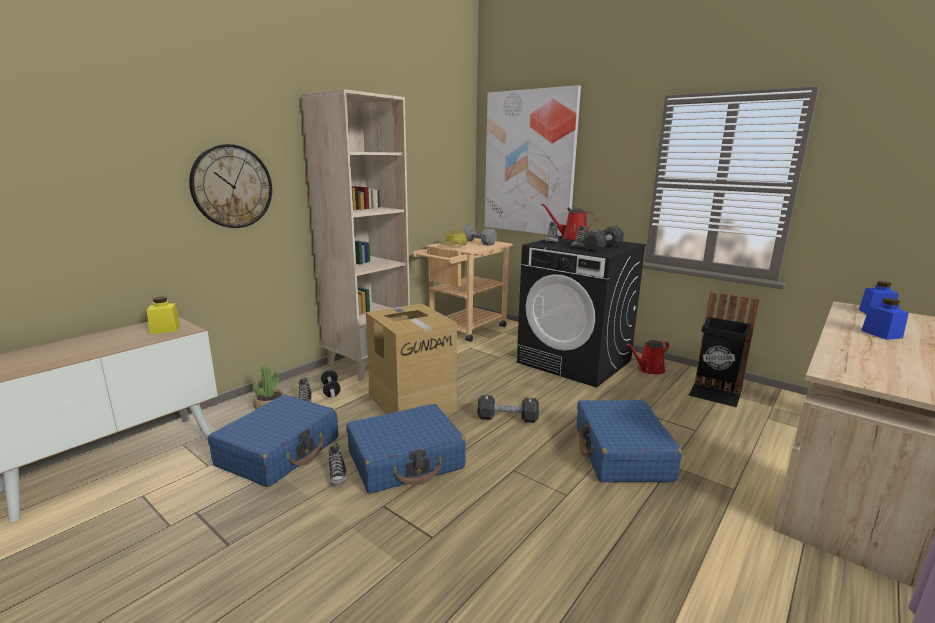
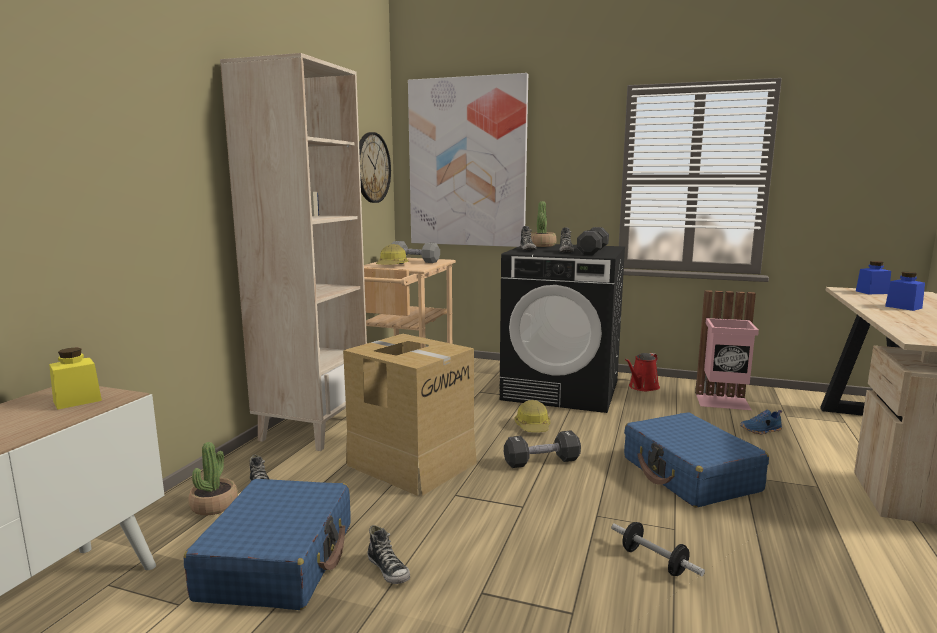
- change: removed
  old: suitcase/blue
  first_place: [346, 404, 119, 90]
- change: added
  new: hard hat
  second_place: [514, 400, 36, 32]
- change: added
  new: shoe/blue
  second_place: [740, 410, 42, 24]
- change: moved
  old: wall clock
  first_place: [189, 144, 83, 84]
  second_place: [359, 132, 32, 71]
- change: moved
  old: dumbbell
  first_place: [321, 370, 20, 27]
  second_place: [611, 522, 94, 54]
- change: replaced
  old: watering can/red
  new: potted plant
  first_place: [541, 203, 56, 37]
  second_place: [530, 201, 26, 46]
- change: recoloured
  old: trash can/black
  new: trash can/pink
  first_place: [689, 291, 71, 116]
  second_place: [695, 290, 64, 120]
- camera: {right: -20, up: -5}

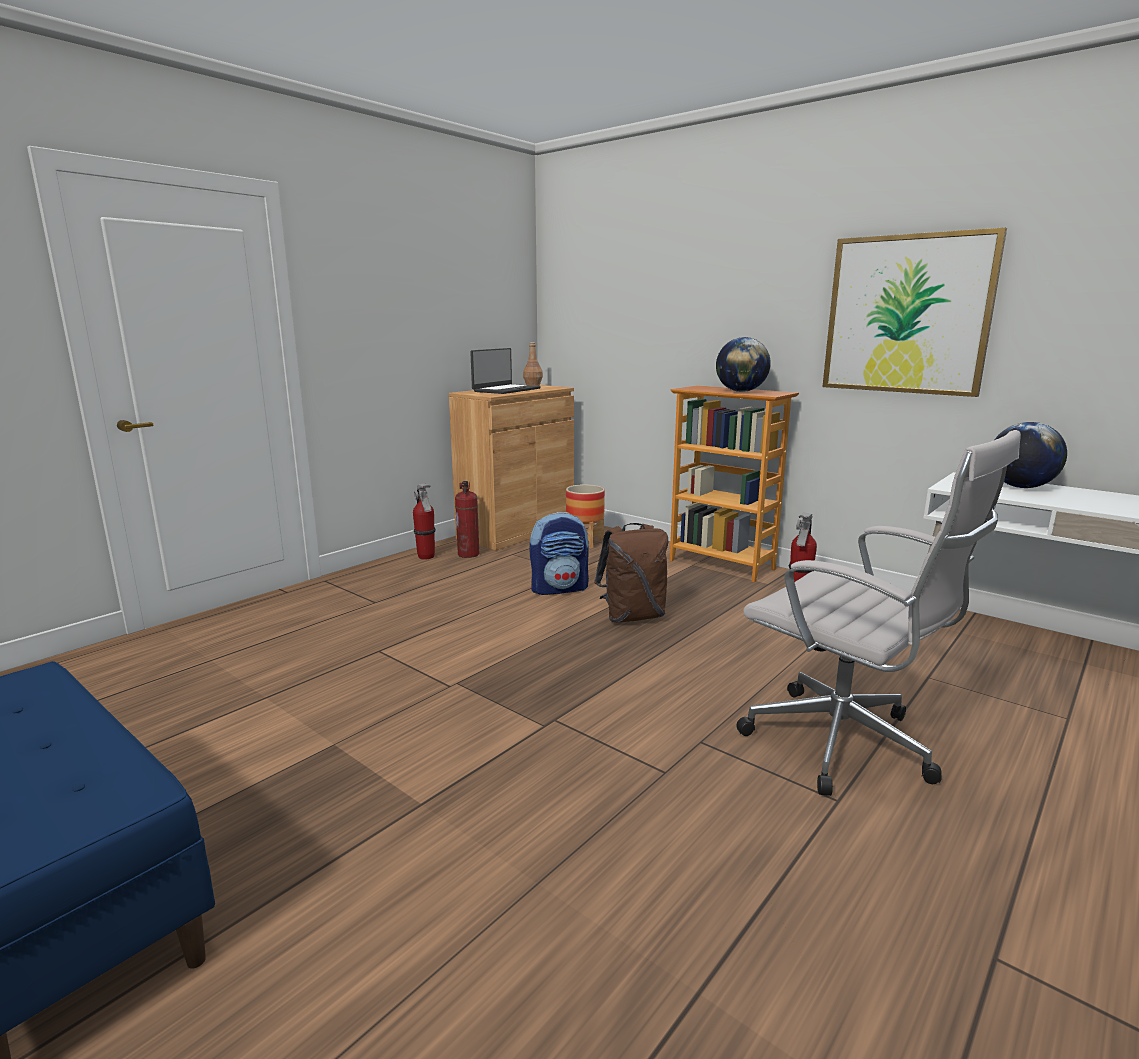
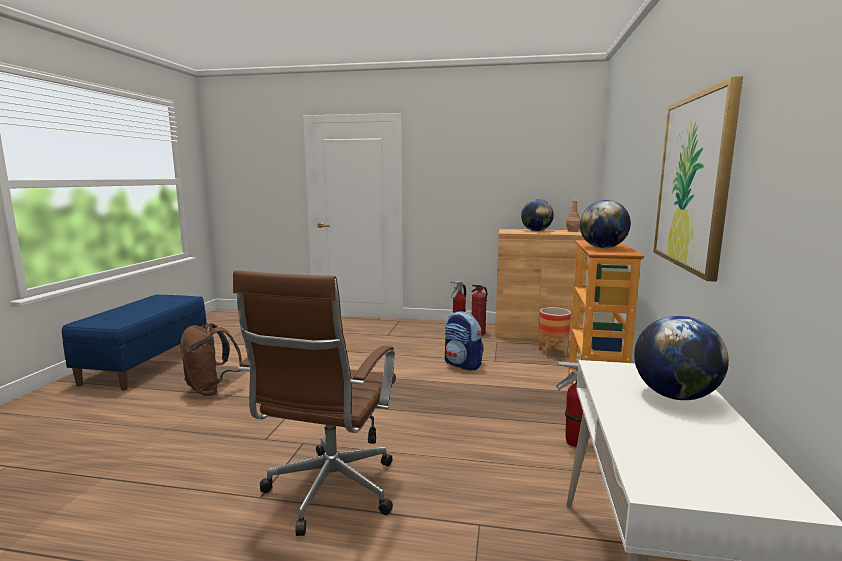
- change: moved
  old: backpack/brown
  first_place: [594, 523, 74, 99]
  second_place: [180, 323, 63, 73]
- change: replaced
  old: laptop
  new: globe
  first_place: [470, 348, 71, 46]
  second_place: [521, 199, 33, 32]
- change: recoloured
  old: office chair/white
  new: office chair/brown
  first_place: [736, 430, 285, 366]
  second_place: [233, 270, 163, 266]
- camera: {right: 60, up: -5}

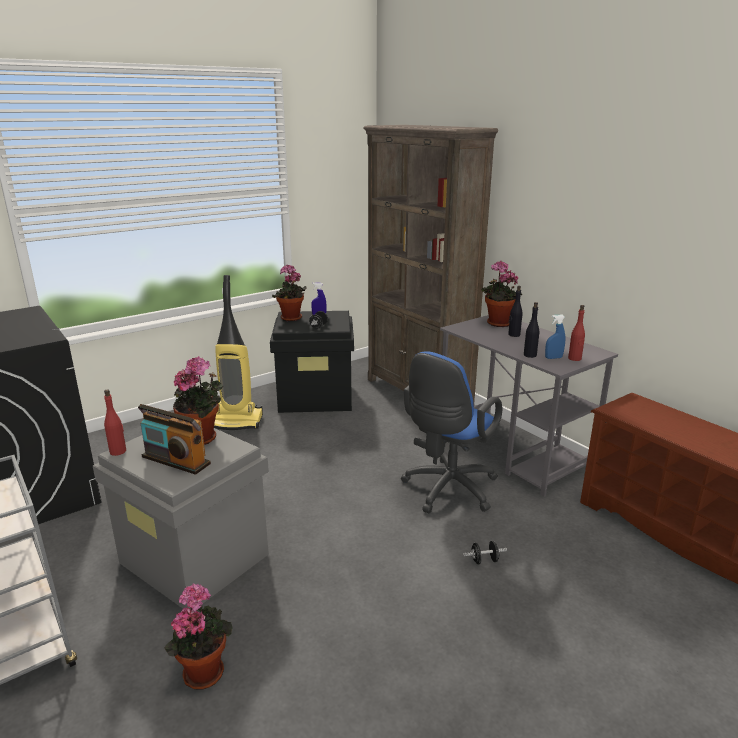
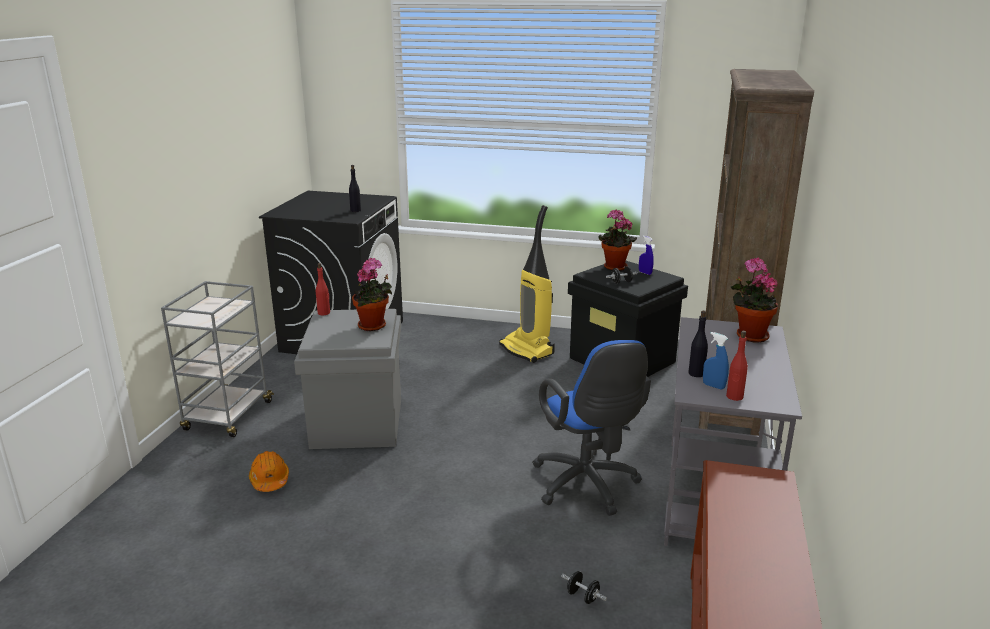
- change: removed
  old: radio
  first_place: [138, 404, 73, 71]
- change: moved
  old: dumbbell/black
  first_place: [463, 541, 44, 23]
  second_place: [561, 571, 46, 33]
- change: moved
  old: bottle/black
  first_place: [508, 286, 15, 51]
  second_place: [349, 165, 12, 47]
- change: replaced
  old: potted plant
  new: hard hat/orange
  first_place: [164, 584, 69, 106]
  second_place: [249, 451, 40, 41]
- change: turned
  old: office chair/blue
  first_place: [401, 351, 101, 162]
  second_place: [532, 340, 119, 176]
  degrees: -105
- camera: {right: 50, up: 0}

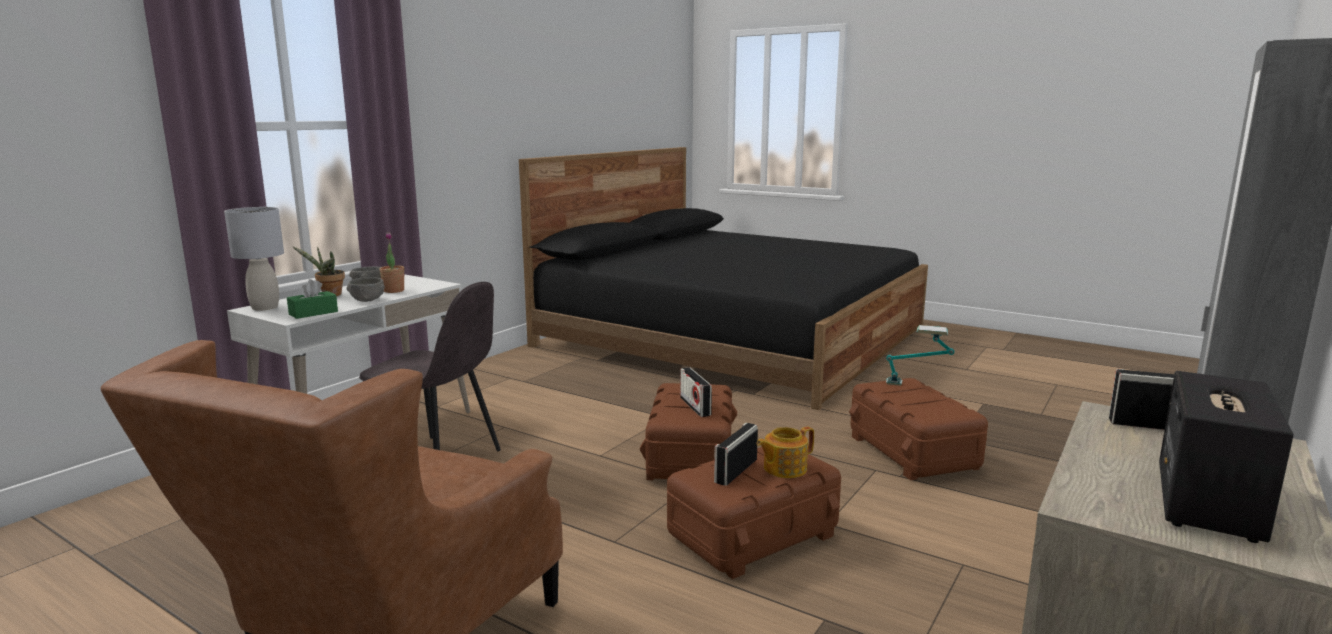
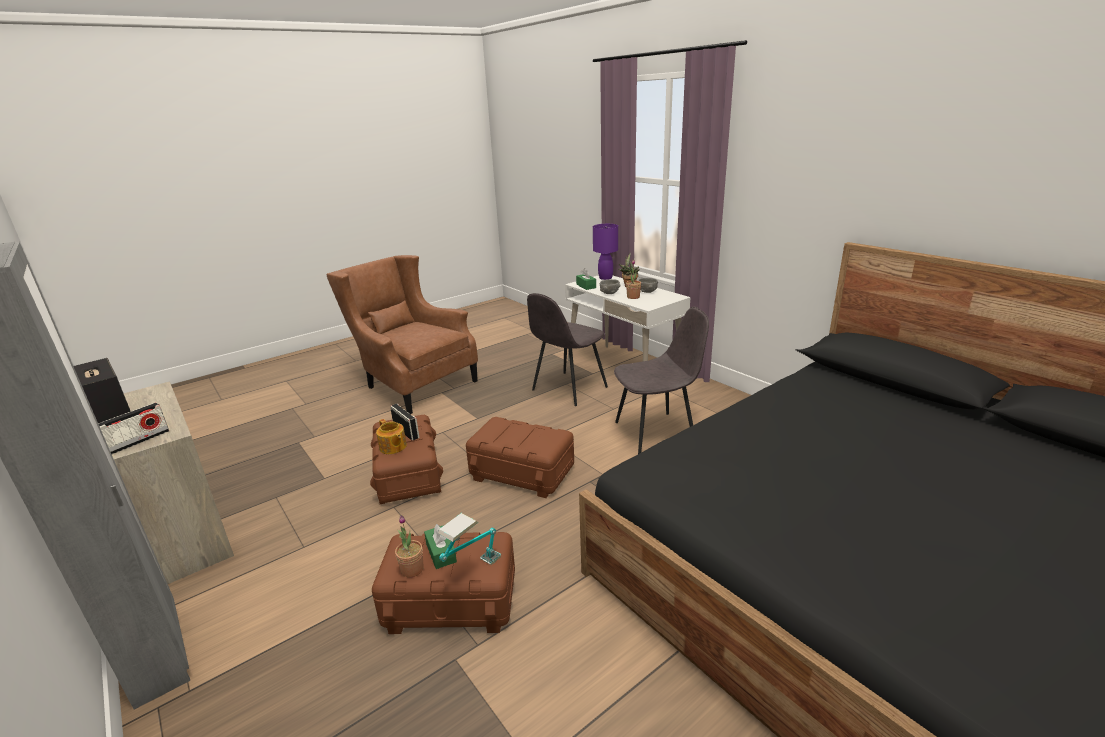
- change: removed
  old: radio
  first_place: [680, 367, 32, 50]
- change: added
  new: potted plant
  second_place: [395, 515, 29, 63]
- change: added
  new: tissue box/green
  second_place: [424, 524, 33, 45]
- change: added
  new: chair/grey
  second_place: [614, 307, 95, 147]
- change: recoloured
  old: table lamp/grey
  new: table lamp/purple
  first_place: [224, 207, 60, 104]
  second_place: [593, 224, 25, 56]
- change: turned
  old: teapot
  first_place: [757, 427, 57, 51]
  second_place: [376, 419, 31, 35]
  degrees: 150
- camera: {right: 110, up: 10}

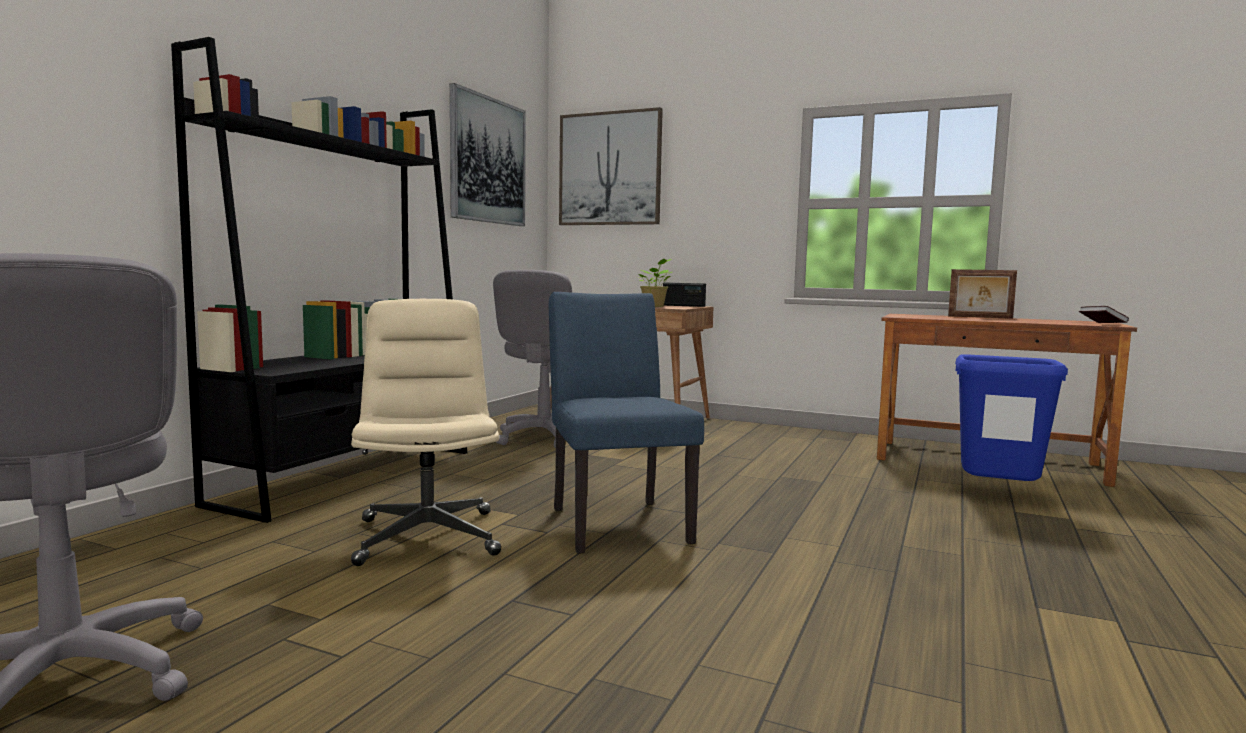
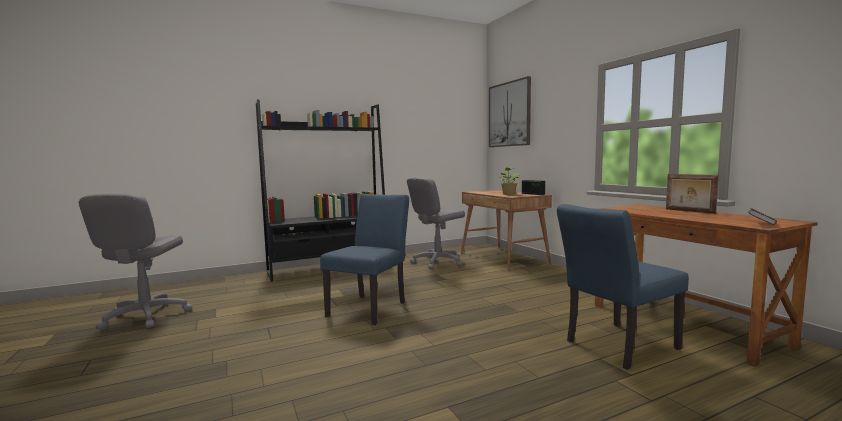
- change: removed
  old: office chair/beige
  first_place: [351, 299, 150, 267]
- change: removed
  old: picture
  first_place: [450, 83, 75, 143]
- change: replaced
  old: trash can/blue
  new: chair/blue
  first_place: [955, 354, 113, 127]
  second_place: [557, 204, 132, 166]
- camera: {right: 40, up: 0}

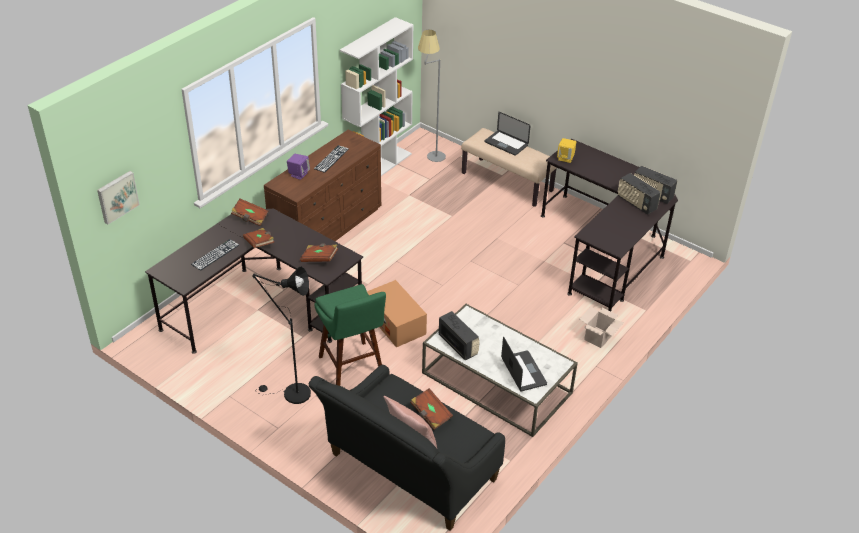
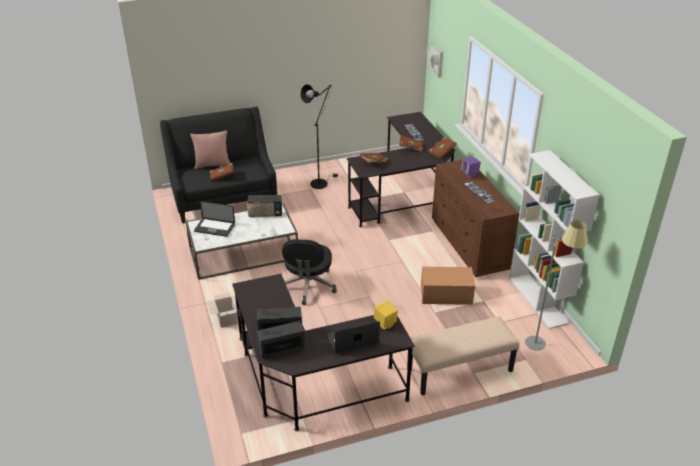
- change: removed
  old: stool/green
  first_place: [314, 284, 72, 102]
- change: added
  new: office chair/black
  second_place: [282, 239, 55, 66]
- change: moved
  old: cardboard box
  first_place: [367, 280, 60, 67]
  second_place: [421, 267, 54, 38]
- change: moved
  old: laptop
  first_place: [485, 112, 46, 44]
  second_place: [327, 321, 53, 32]
- camera: {right: 125, up: -5}

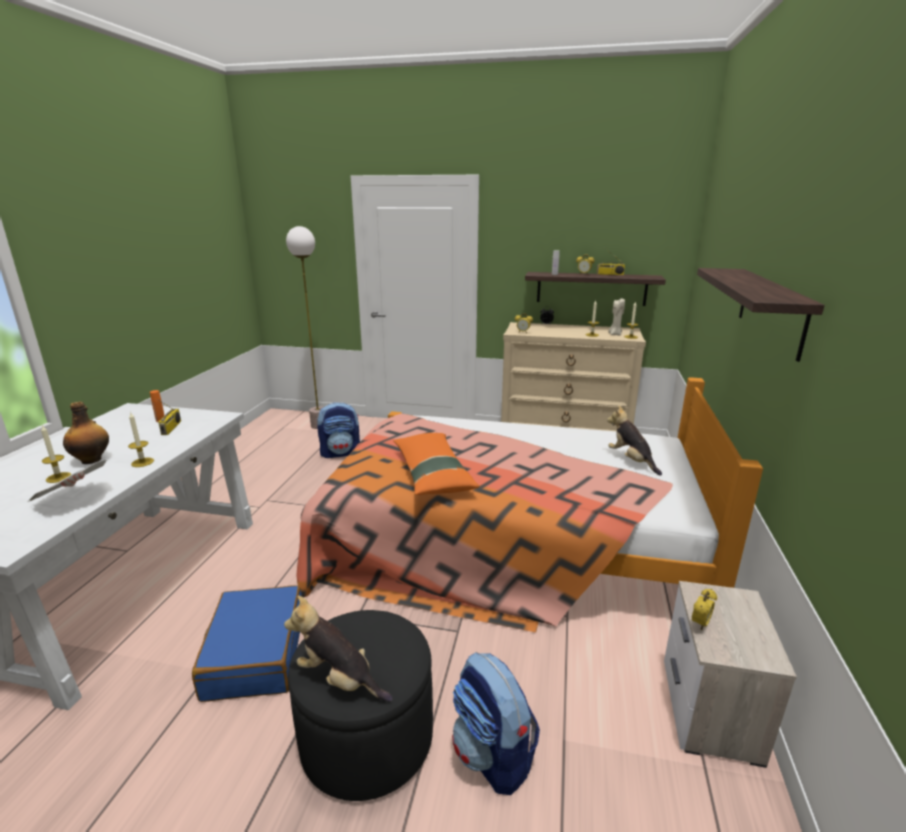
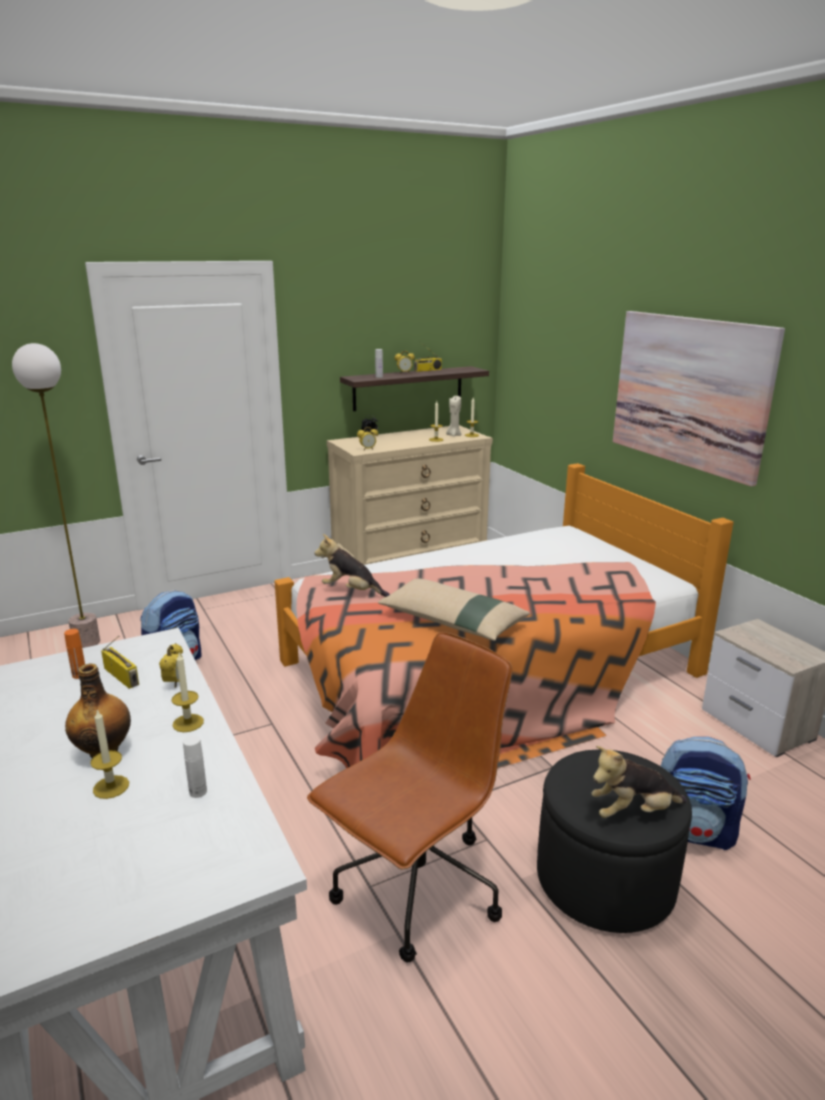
- change: moved
  old: plush toy
  first_place: [607, 405, 55, 71]
  second_place: [315, 534, 75, 63]
- change: moved
  old: alarm clock
  first_place: [692, 589, 25, 41]
  second_place: [159, 643, 24, 45]
- change: replaced
  old: newspaper
  new: bottle/white
  first_place: [28, 460, 79, 42]
  second_place: [183, 735, 24, 63]
- change: replaced
  old: suitcase/blue
  new: office chair/brown
  first_place: [192, 585, 110, 117]
  second_place: [307, 632, 205, 331]
- change: replaced
  old: shelf
  new: picture
  first_place: [697, 268, 128, 94]
  second_place: [613, 311, 172, 176]
- change: recoloured
  old: pillow/orange
  new: pillow/beige
  first_place: [393, 433, 86, 62]
  second_place: [378, 578, 152, 63]
- camera: {right: -40, up: 0}

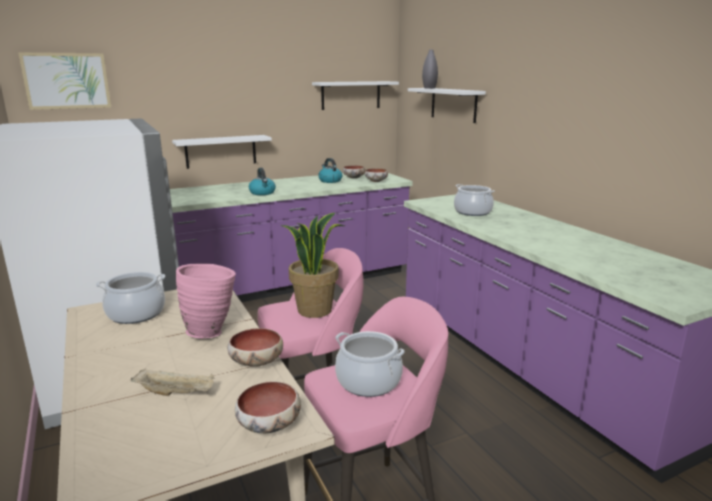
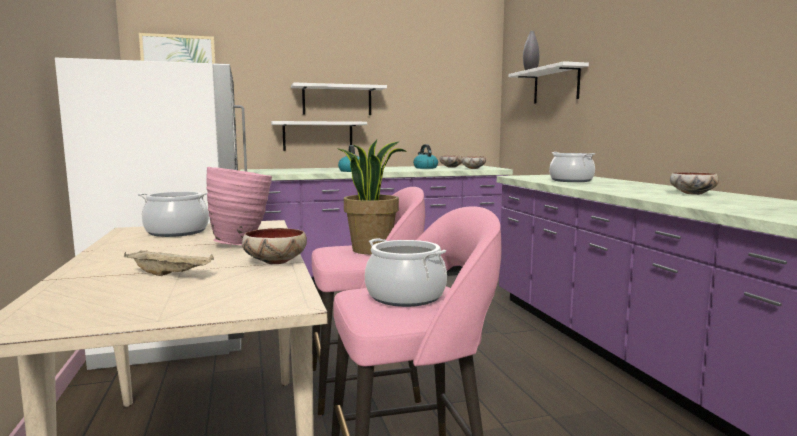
- change: moved
  old: bowl
  first_place: [235, 381, 66, 52]
  second_place: [670, 172, 49, 23]
- change: moved
  old: shelf/white
  first_place: [312, 81, 87, 29]
  second_place: [291, 82, 96, 33]
- camera: {right: 10, up: -10}

